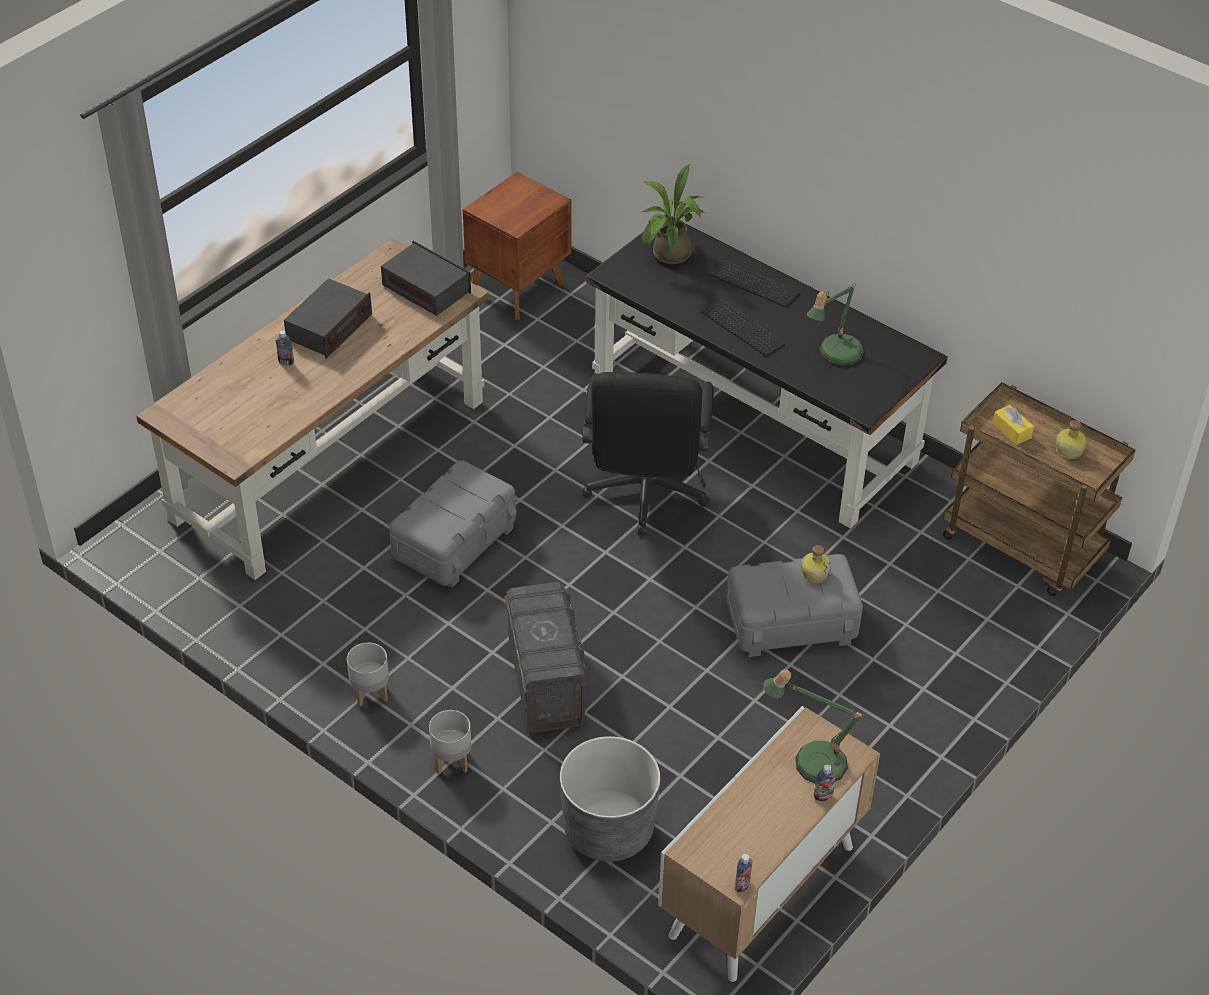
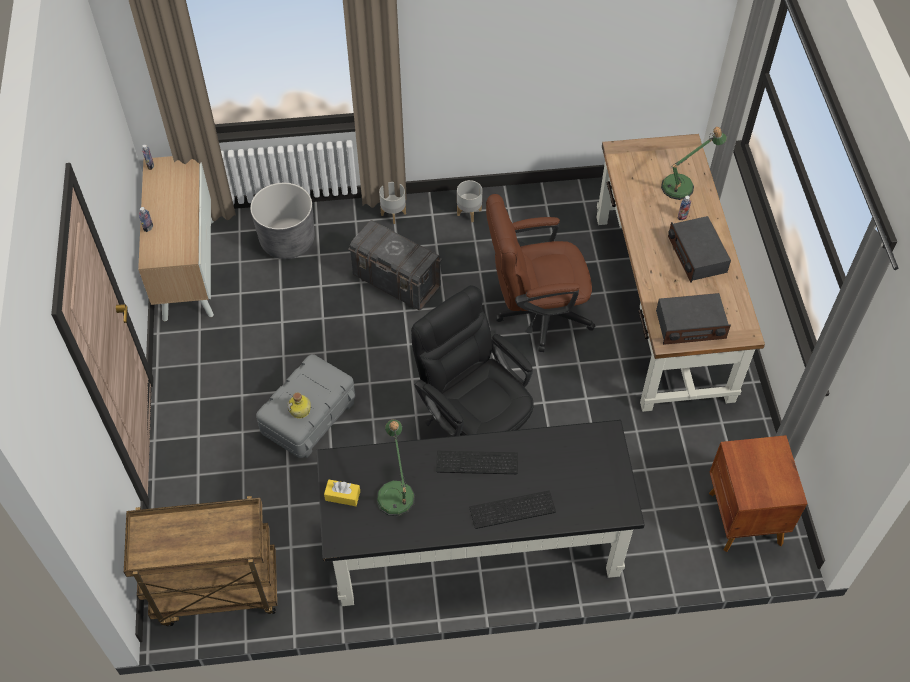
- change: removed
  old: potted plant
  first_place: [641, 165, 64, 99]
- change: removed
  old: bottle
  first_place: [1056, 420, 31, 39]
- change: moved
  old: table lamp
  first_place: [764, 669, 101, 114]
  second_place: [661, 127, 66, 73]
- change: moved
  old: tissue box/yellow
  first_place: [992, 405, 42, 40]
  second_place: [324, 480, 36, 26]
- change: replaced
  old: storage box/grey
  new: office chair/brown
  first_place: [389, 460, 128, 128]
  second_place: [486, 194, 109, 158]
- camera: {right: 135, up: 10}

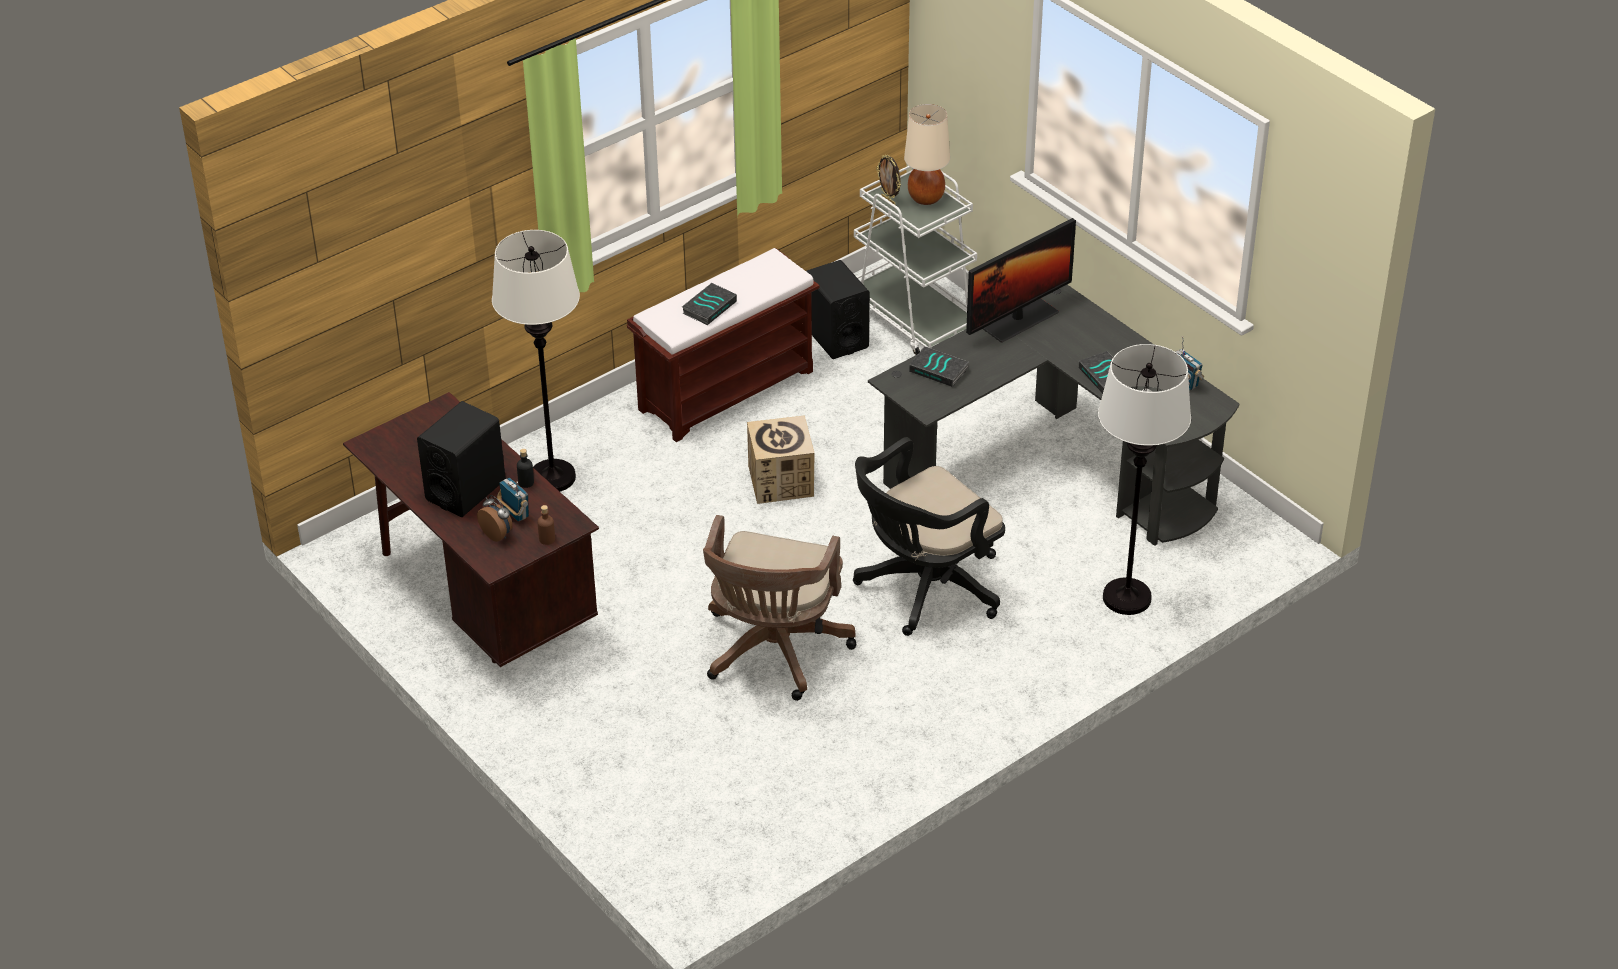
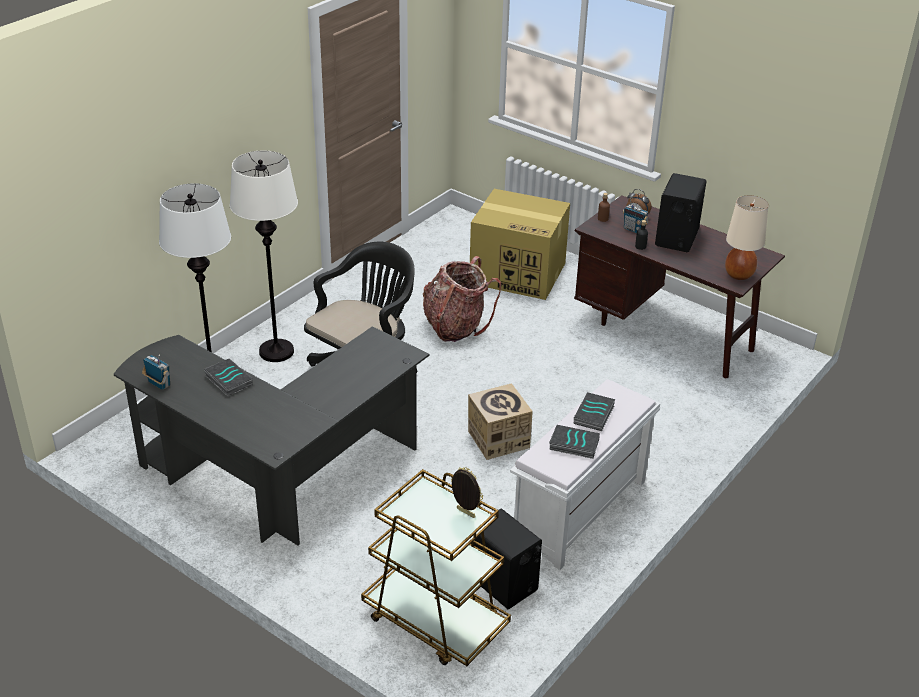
- change: removed
  old: monitor
  first_place: [966, 218, 110, 125]
- change: added
  new: cardboard box
  second_place: [470, 189, 100, 111]
- change: moved
  old: floor lamp/white
  first_place: [492, 230, 88, 262]
  second_place: [230, 151, 68, 211]
- change: moved
  old: table lamp/beige
  first_place: [904, 104, 46, 101]
  second_place: [725, 195, 44, 85]
- change: moved
  old: book
  first_place: [909, 346, 60, 41]
  second_place: [549, 425, 51, 34]
- change: replaced
  old: office chair/brown
  new: backpack
  first_place: [703, 515, 154, 186]
  second_place: [423, 256, 78, 86]
- change: recoloured
  old: bench/brown
  new: bench/white
  first_place: [627, 248, 193, 194]
  second_place: [510, 379, 150, 191]
- change: recoloured
  old: cart/white
  new: cart/brown
  first_place: [854, 166, 123, 189]
  second_place: [361, 469, 150, 197]
- camera: {right: 165, up: -5}

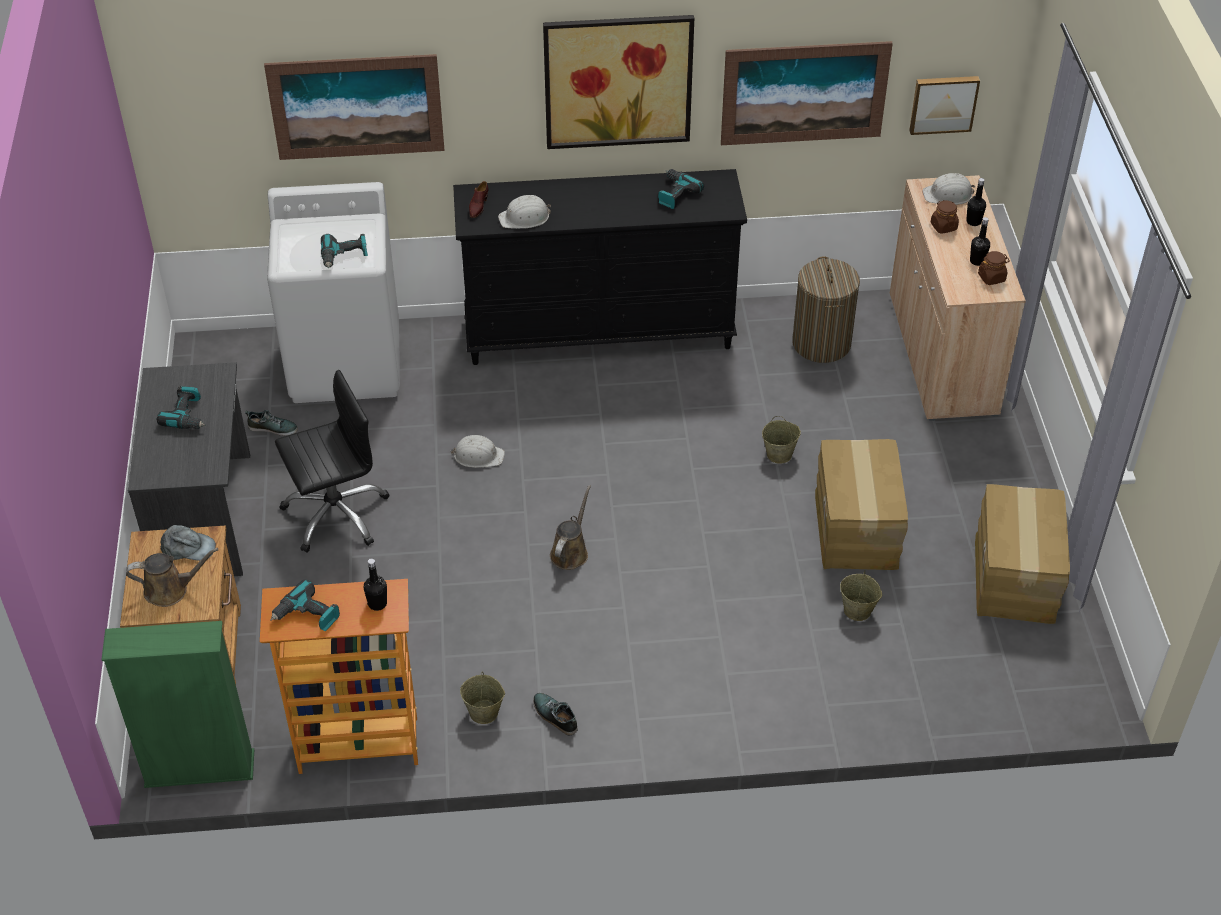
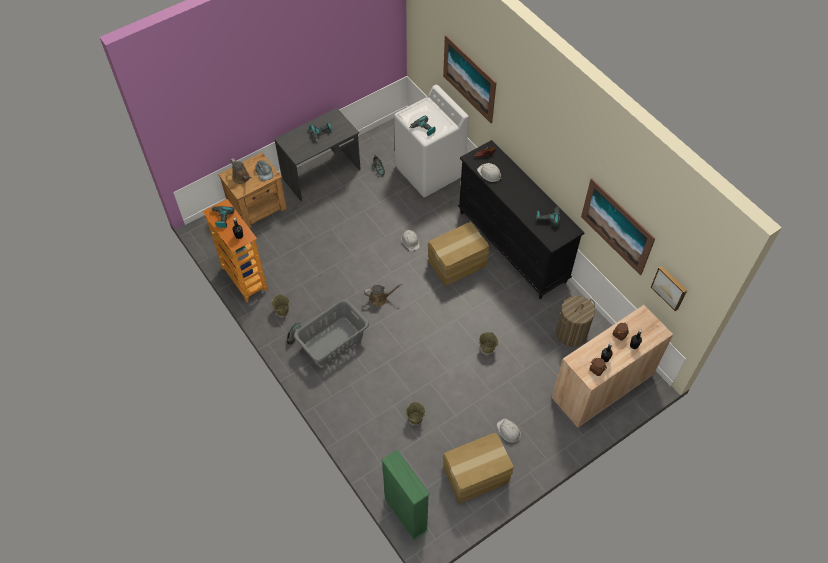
- change: removed
  old: office chair/black
  first_place: [275, 370, 114, 183]
- change: removed
  old: picture
  first_place: [543, 15, 151, 134]
- change: added
  new: laundry basket/grey
  second_place: [294, 299, 75, 67]
- change: moved
  old: bookcase/green
  first_place: [101, 621, 153, 167]
  second_place: [382, 450, 48, 90]
- change: moved
  old: cardboard box
  first_place: [815, 439, 93, 131]
  second_place: [428, 222, 61, 64]
- change: moved
  old: hard hat/white
  first_place: [923, 173, 52, 32]
  second_place: [497, 418, 24, 24]
- camera: {right: 60, up: 10}

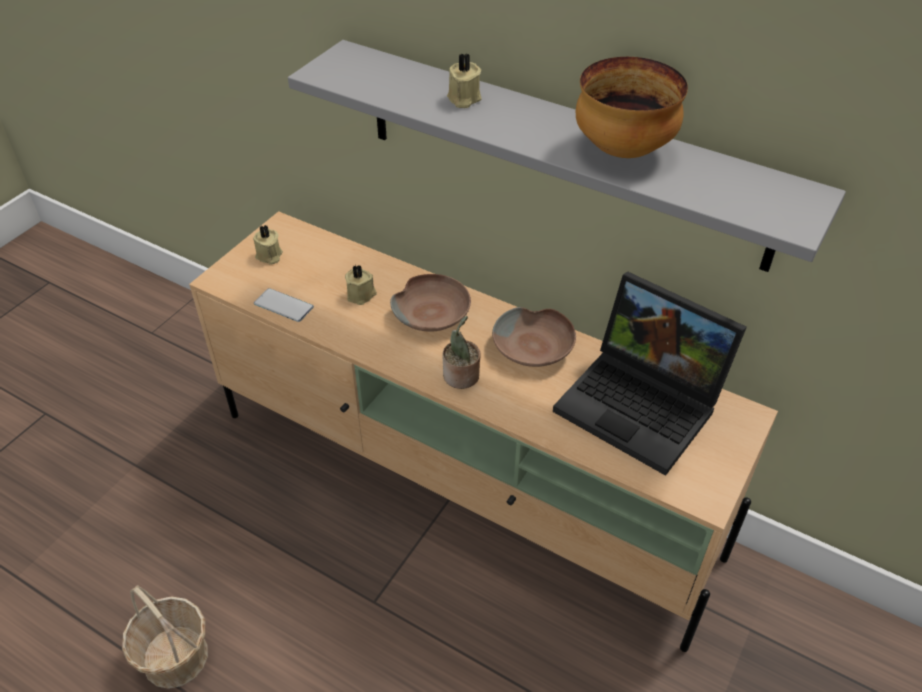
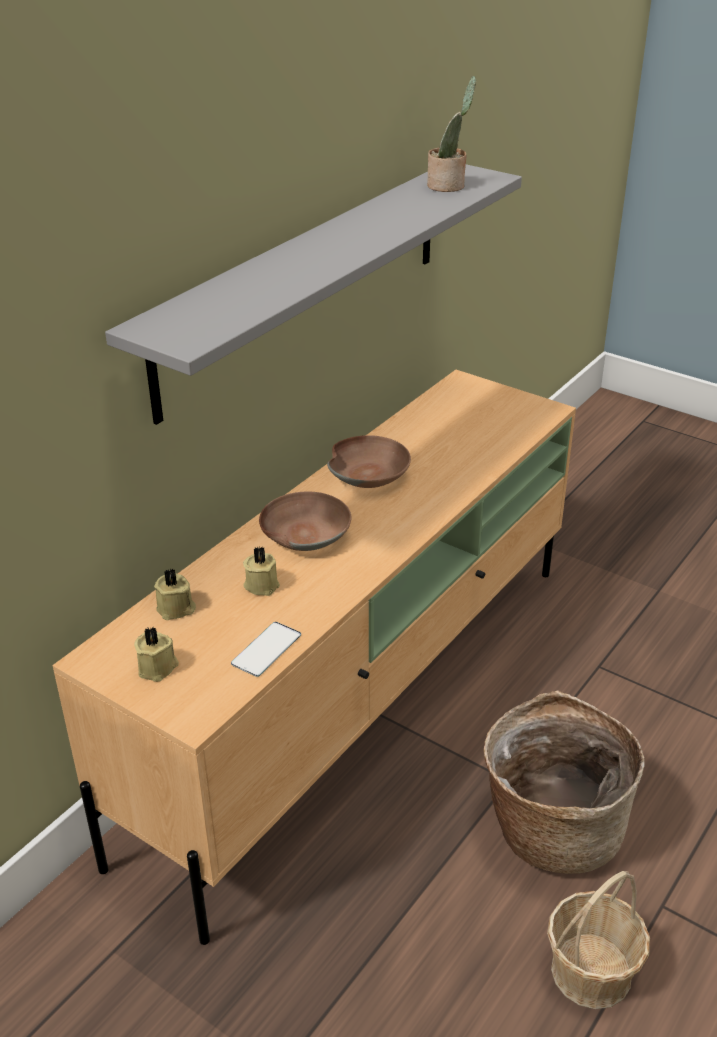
- change: removed
  old: laptop
  first_place: [553, 272, 194, 204]
- change: removed
  old: bowl
  first_place: [576, 57, 112, 101]
- change: added
  new: basket
  second_place: [484, 690, 160, 184]
- change: moved
  old: potted plant
  first_place: [443, 316, 38, 73]
  second_place: [427, 76, 49, 116]
- change: moved
  old: candle/beige
  first_place: [447, 53, 34, 55]
  second_place: [154, 568, 42, 52]
- camera: {right: -85, up: -10}

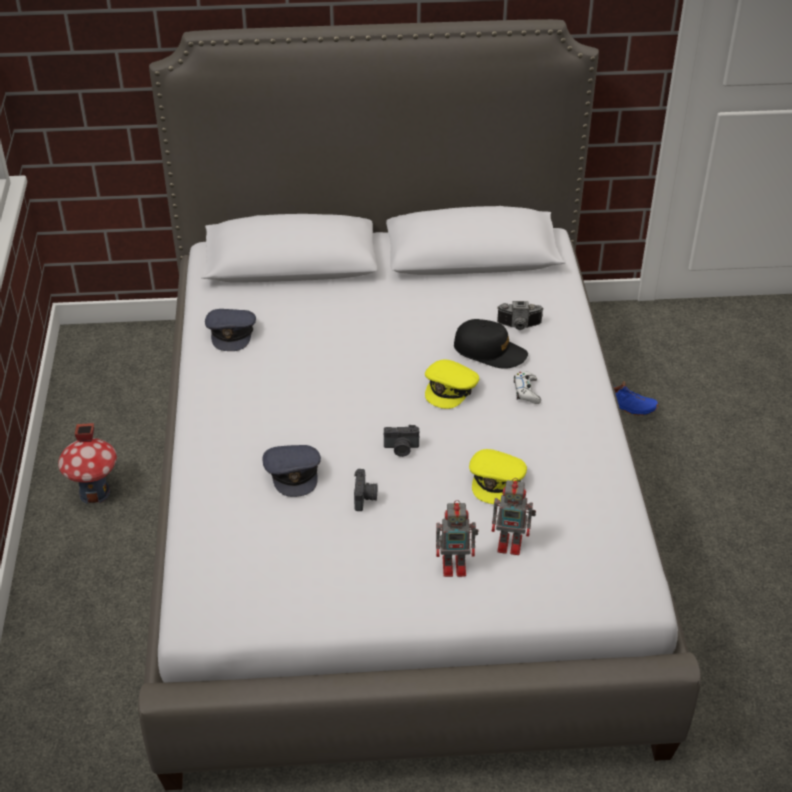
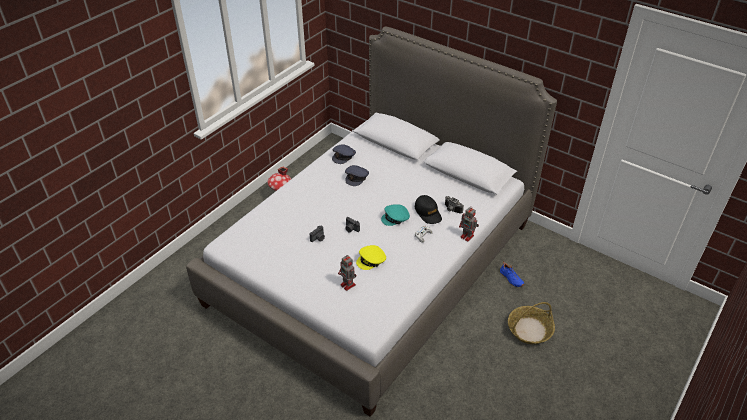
- change: added
  new: basket
  second_place: [508, 302, 47, 42]
- change: moved
  old: cap/grey
  first_place: [263, 445, 58, 52]
  second_place: [345, 165, 24, 21]
- change: moved
  old: toy robot
  first_place: [436, 500, 42, 77]
  second_place: [459, 206, 20, 35]
- change: recoloured
  old: cap/yellow
  new: cap/turquoise
  first_place: [425, 359, 54, 50]
  second_place: [381, 204, 29, 22]
- camera: {right: 40, up: 0}

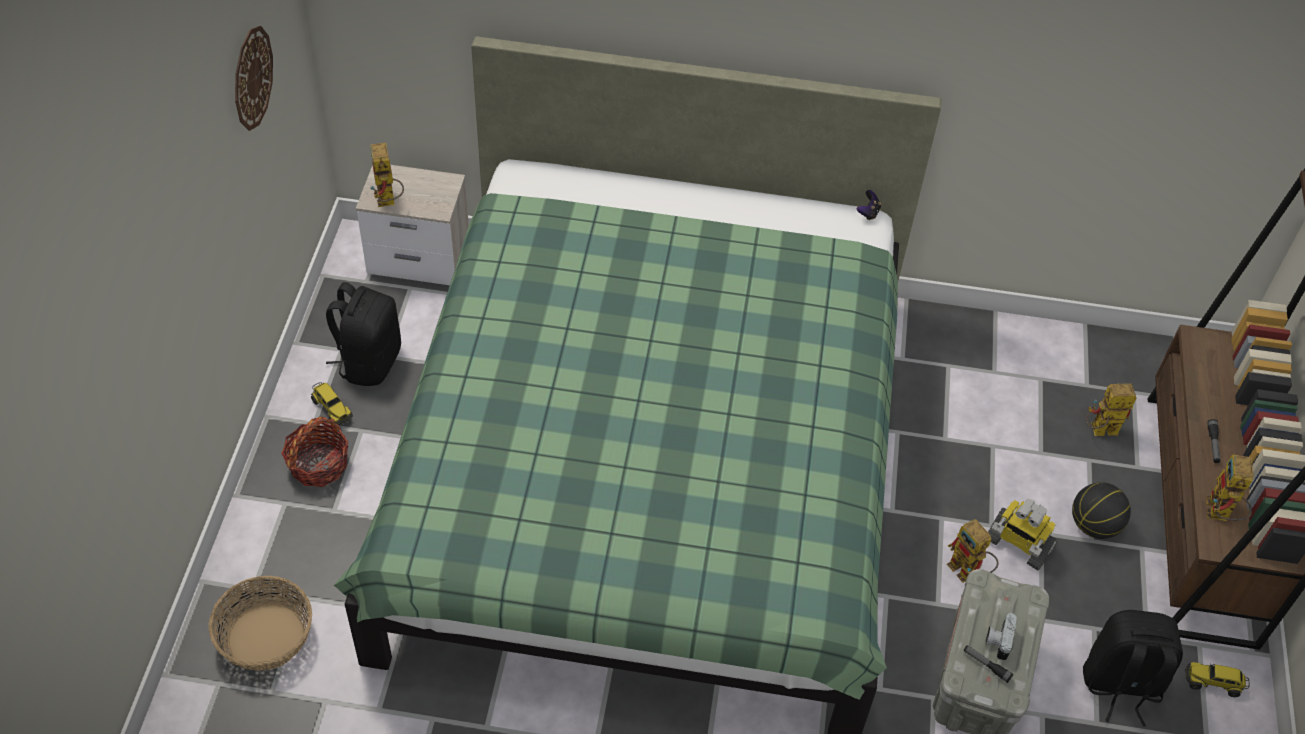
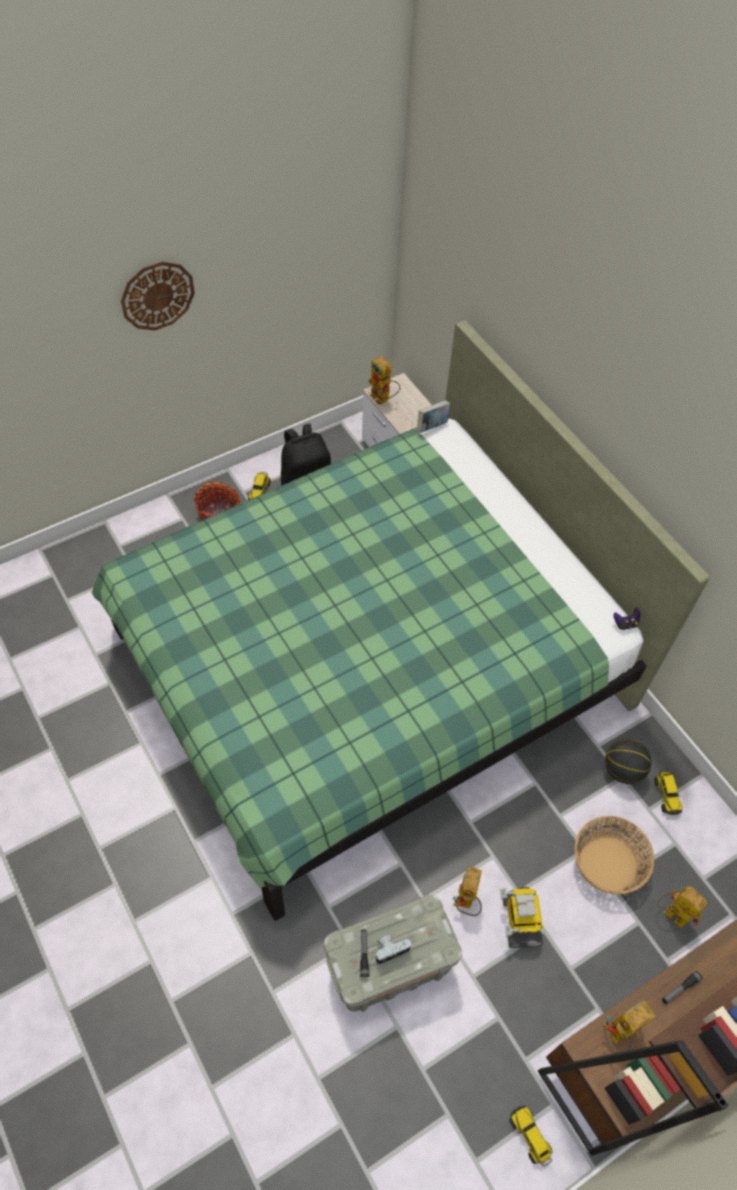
- change: removed
  old: backpack/black
  first_place: [1083, 610, 100, 116]
- change: added
  new: book
  second_place: [417, 400, 33, 33]
- change: added
  new: toy truck
  second_place: [654, 770, 28, 45]
- change: moved
  old: basket
  first_place: [209, 576, 103, 95]
  second_place: [575, 816, 79, 78]
- change: moved
  old: wall clock
  first_place: [235, 26, 38, 105]
  second_place: [121, 261, 74, 69]
- change: moved
  old: basketball
  first_place: [1072, 482, 59, 57]
  second_place: [605, 739, 47, 45]
- change: turned
  old: toy robot
  first_place: [370, 142, 34, 65]
  second_place: [368, 356, 32, 49]
  degrees: -75
- camera: {right: 50, up: 5}

